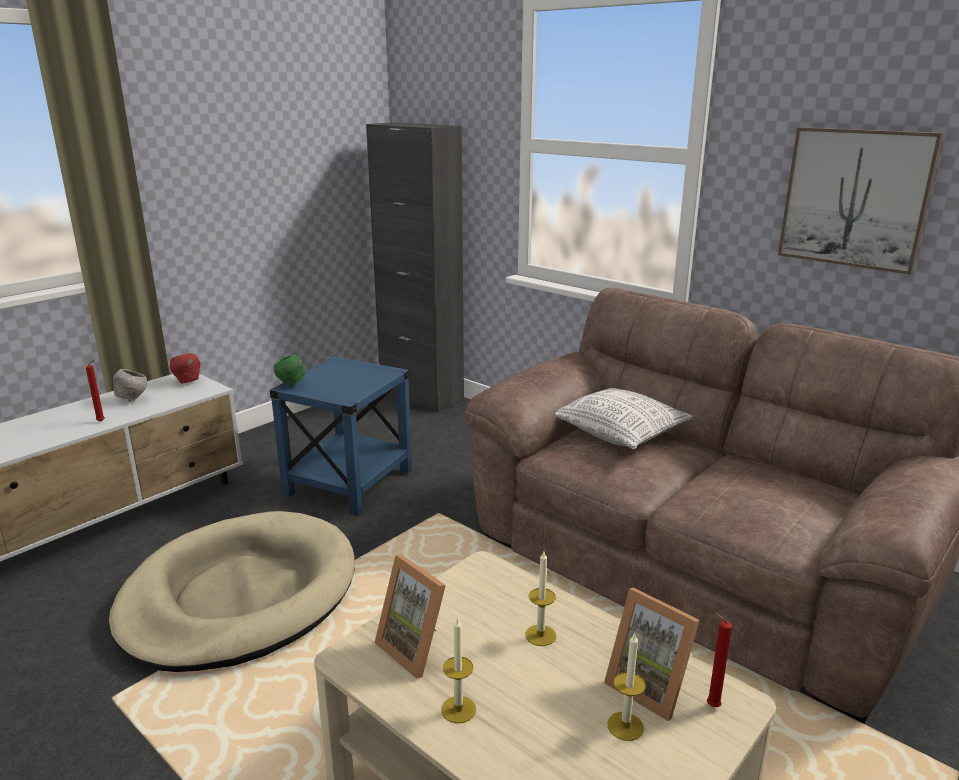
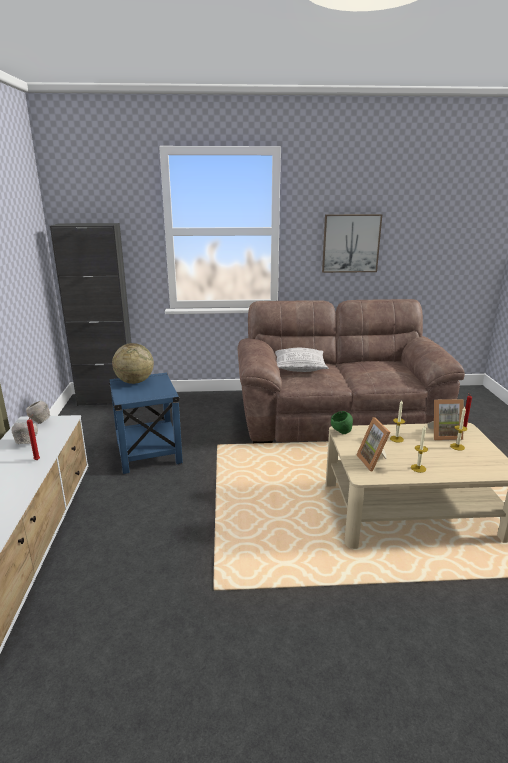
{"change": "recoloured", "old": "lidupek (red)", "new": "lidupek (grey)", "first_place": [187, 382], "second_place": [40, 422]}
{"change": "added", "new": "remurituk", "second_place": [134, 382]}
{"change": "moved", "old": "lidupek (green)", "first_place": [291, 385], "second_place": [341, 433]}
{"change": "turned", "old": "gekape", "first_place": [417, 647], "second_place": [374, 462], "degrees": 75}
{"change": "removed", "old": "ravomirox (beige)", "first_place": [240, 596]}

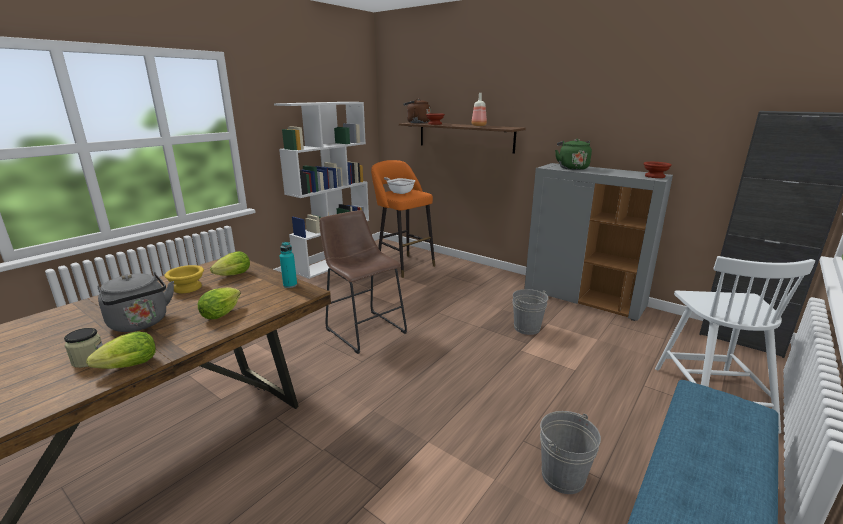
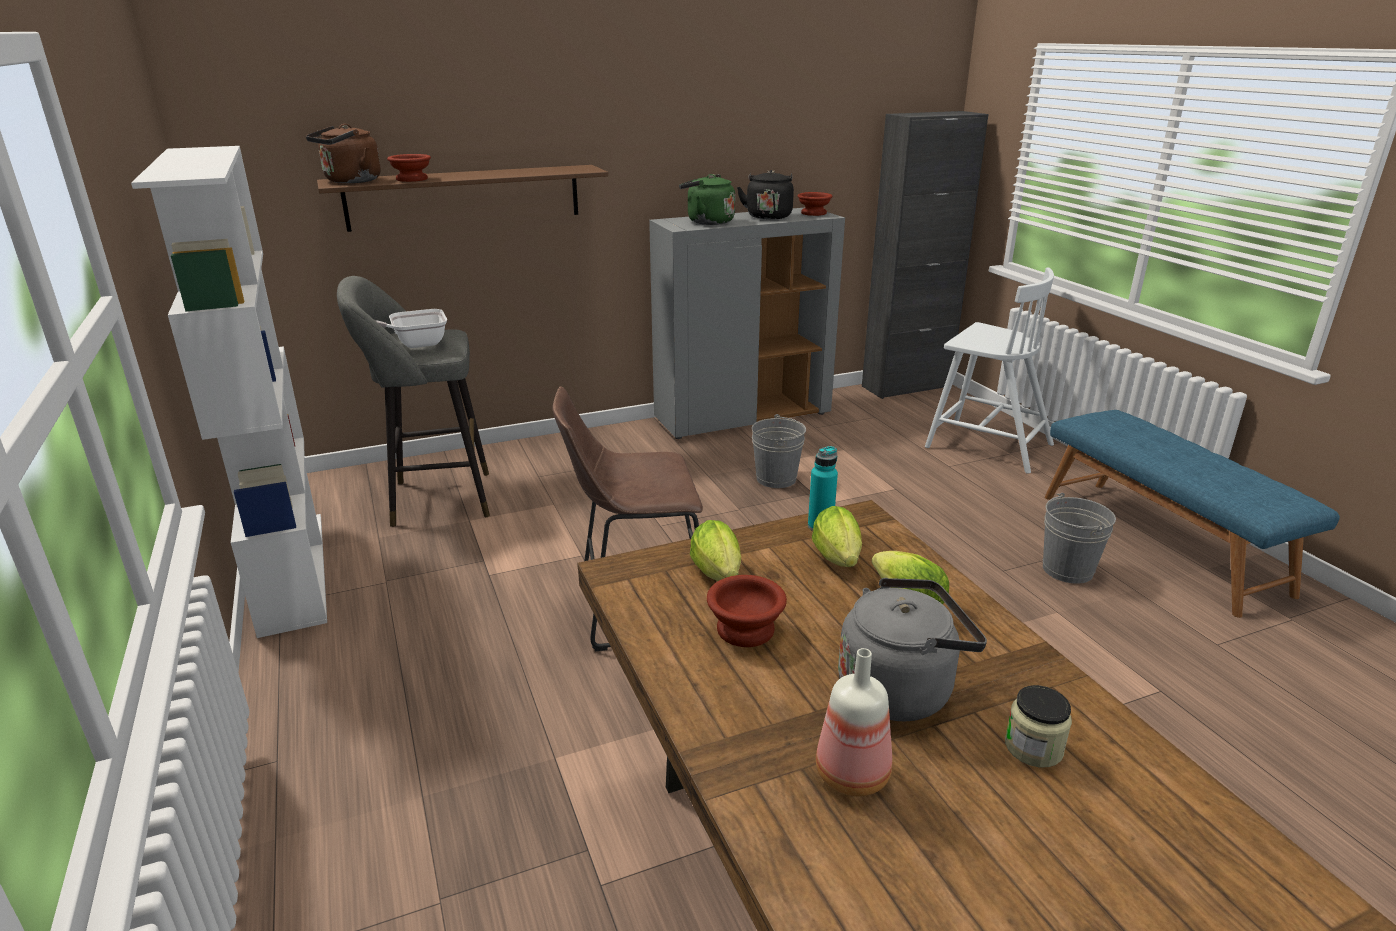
{"change": "recoloured", "old": "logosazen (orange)", "new": "logosazen (grey)", "first_place": [403, 265], "second_place": [434, 499]}
{"change": "recoloured", "old": "lidupek (yellow)", "new": "lidupek (brown)", "first_place": [188, 288], "second_place": [747, 629]}
{"change": "added", "new": "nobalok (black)", "second_place": [768, 216]}
{"change": "moved", "old": "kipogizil", "first_place": [126, 367], "second_place": [838, 561]}
{"change": "moved", "old": "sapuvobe", "first_place": [479, 126], "second_place": [853, 773]}

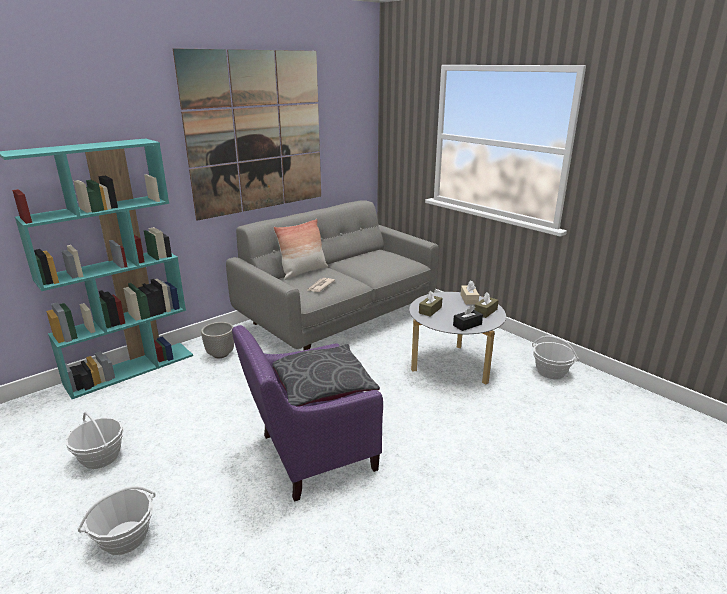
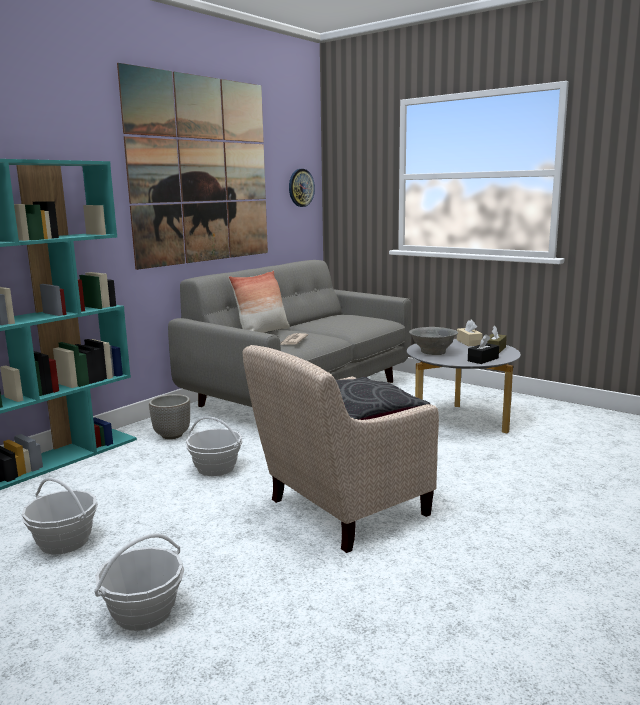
{"change": "moved", "old": "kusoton", "first_place": [551, 372], "second_place": [216, 468]}
{"change": "recoloured", "old": "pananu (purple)", "new": "pananu (beige)", "first_place": [309, 454], "second_place": [339, 510]}
{"change": "added", "new": "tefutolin", "second_place": [301, 187]}
{"change": "replaced", "old": "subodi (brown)", "new": "lidupek (grey)", "first_place": [430, 310], "second_place": [432, 352]}

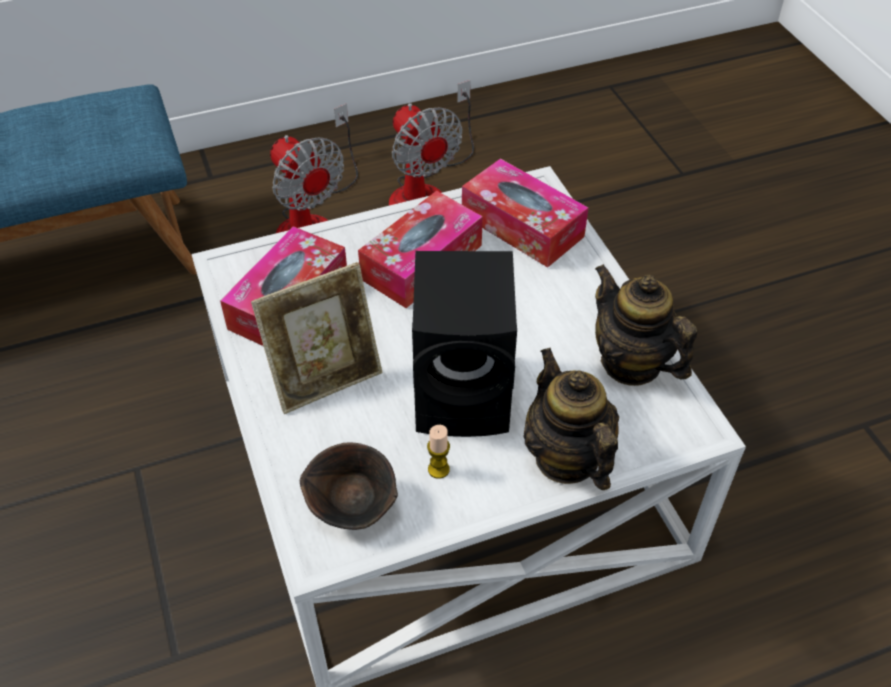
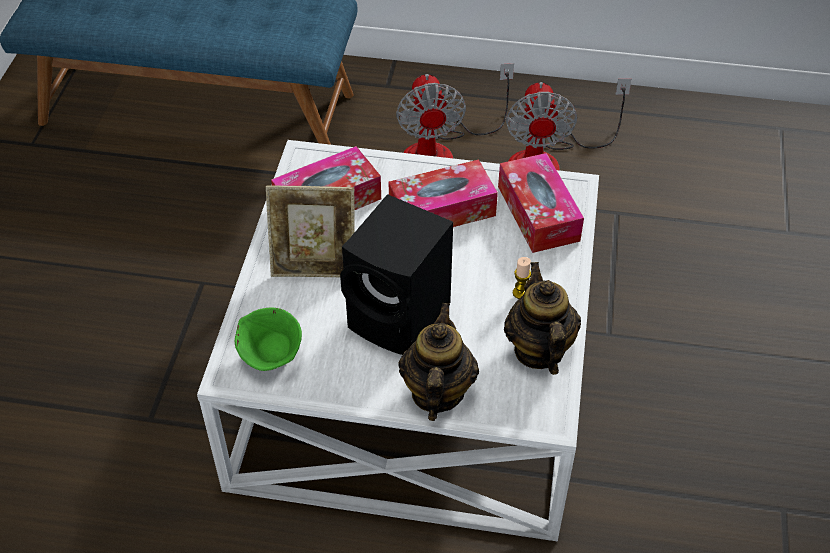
{"change": "recoloured", "old": "lidupek (brown)", "new": "lidupek (green)", "first_place": [353, 506], "second_place": [272, 357]}
{"change": "moved", "old": "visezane", "first_place": [438, 469], "second_place": [520, 293]}

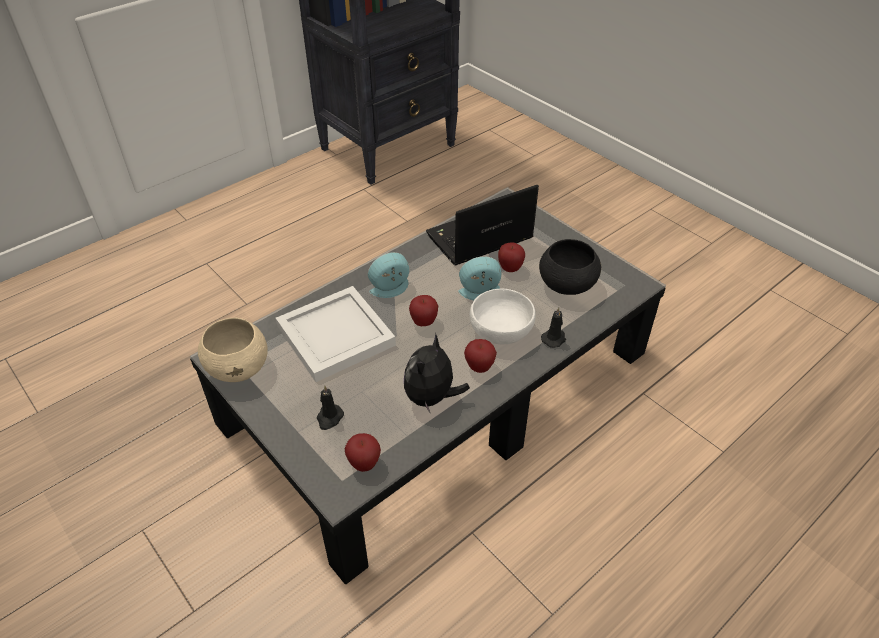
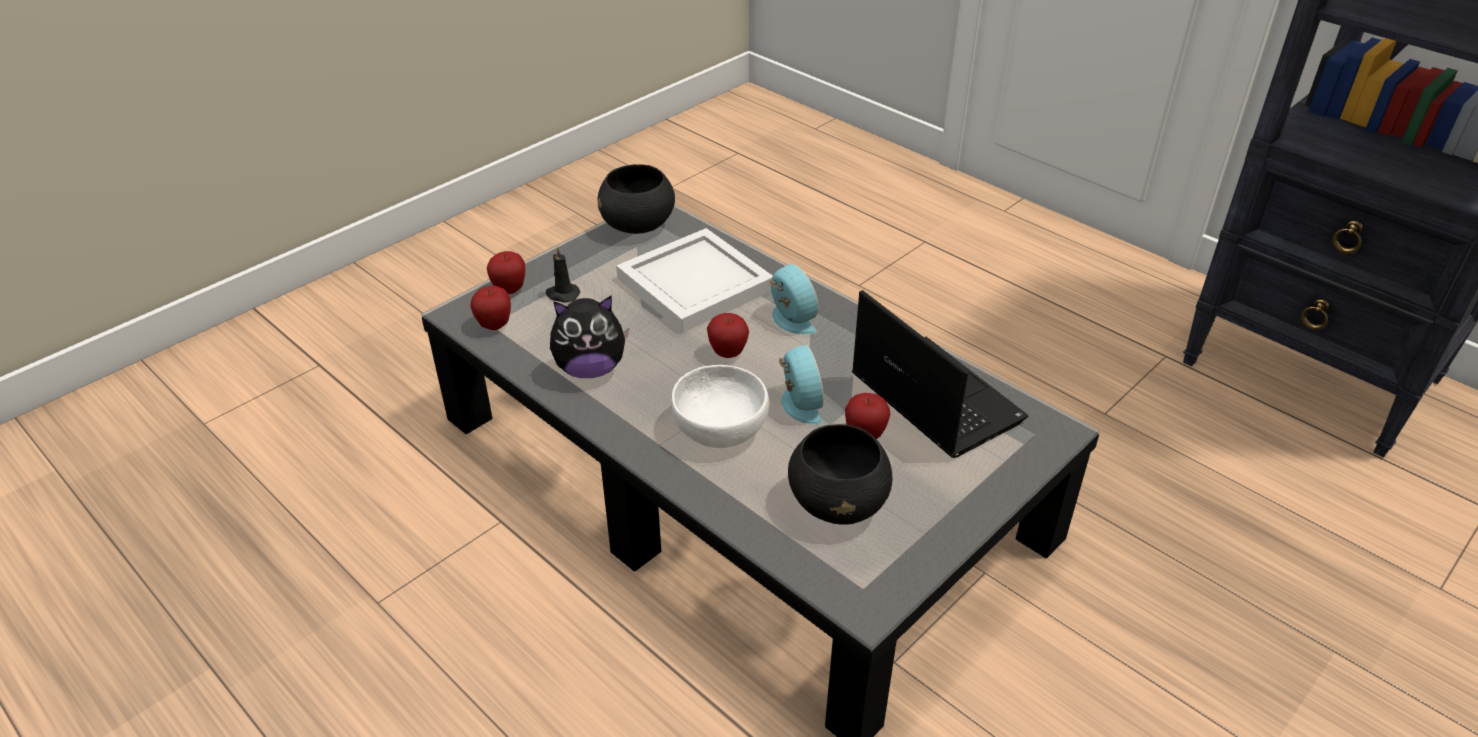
{"change": "moved", "old": "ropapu", "first_place": [479, 367], "second_place": [509, 289]}
{"change": "turned", "old": "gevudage", "first_place": [432, 398], "second_place": [590, 369], "degrees": 150}
{"change": "recoloured", "old": "lidupek (beige)", "new": "lidupek (black)", "first_place": [239, 367], "second_place": [638, 225]}
{"change": "removed", "old": "visezane (black)", "first_place": [554, 338]}

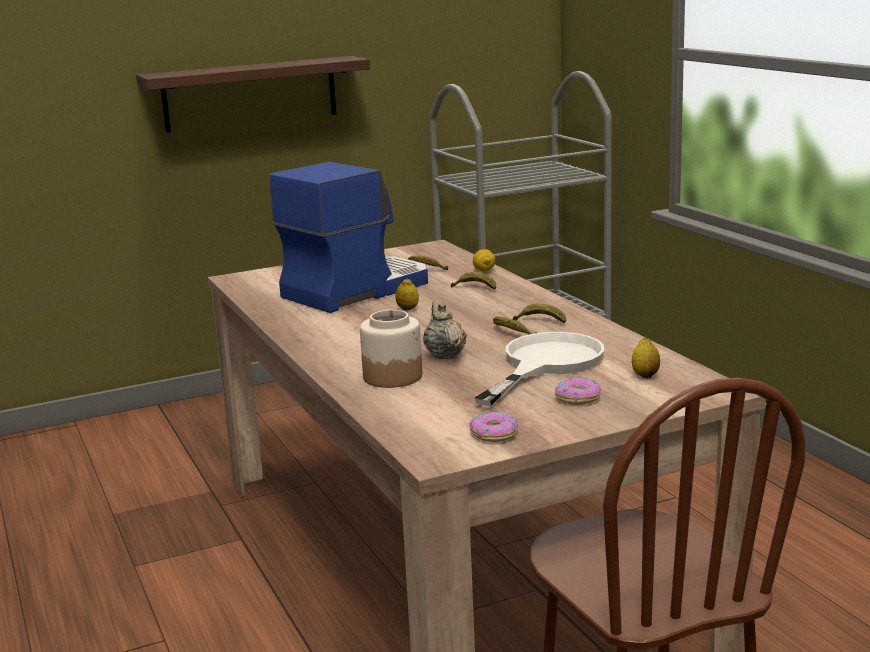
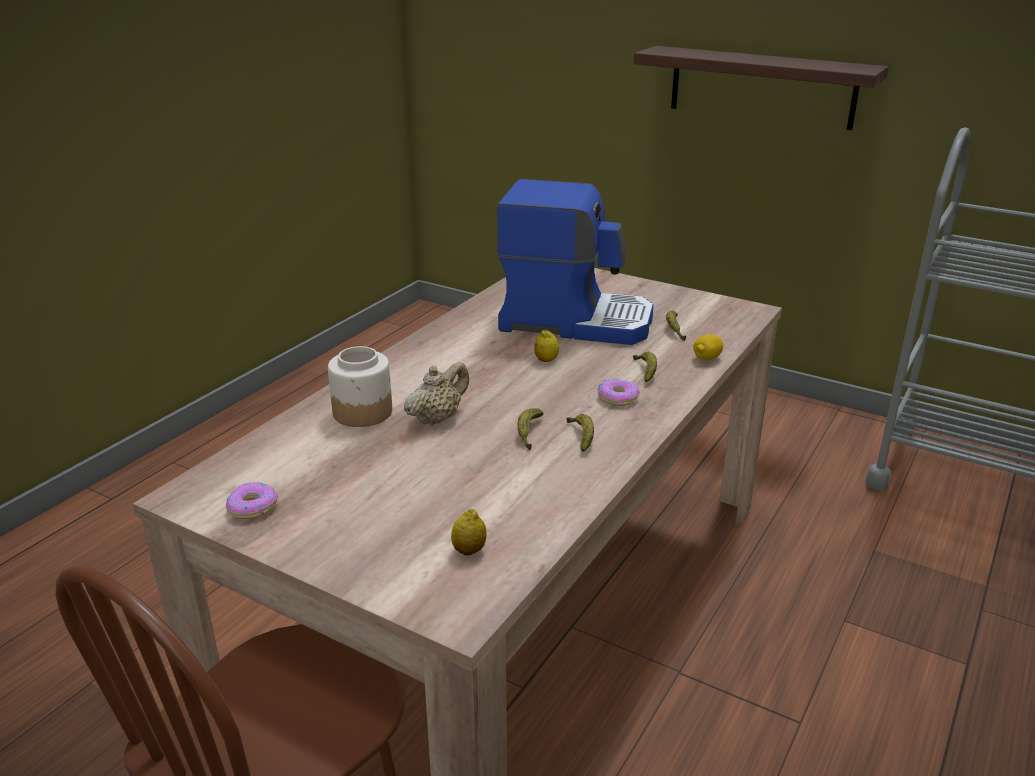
{"change": "moved", "old": "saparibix", "first_place": [578, 398], "second_place": [617, 398]}
{"change": "removed", "old": "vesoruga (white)", "first_place": [545, 364]}

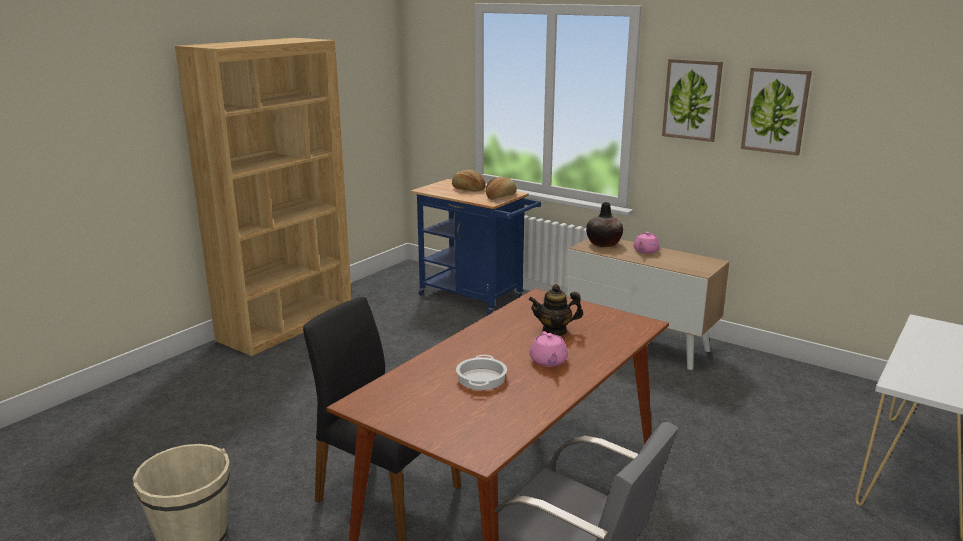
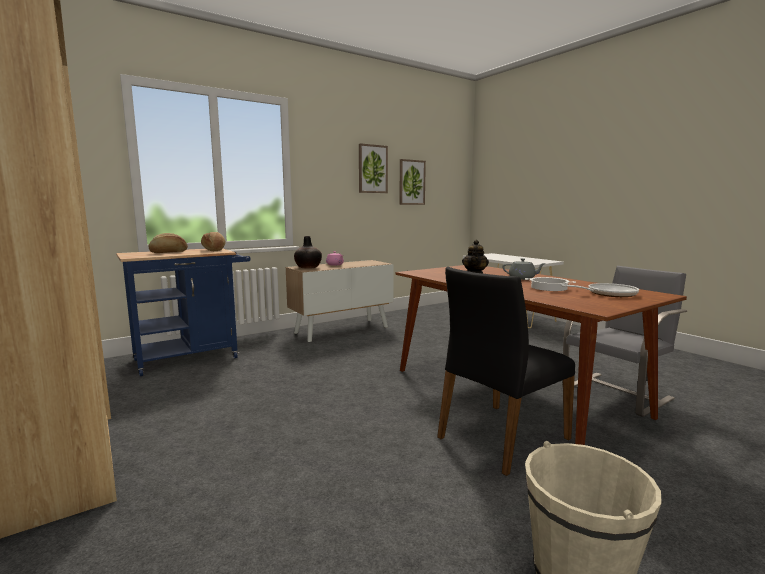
{"change": "moved", "old": "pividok", "first_place": [692, 99], "second_place": [411, 182]}
{"change": "recoloured", "old": "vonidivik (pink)", "new": "vonidivik (grey)", "first_place": [548, 361], "second_place": [522, 278]}
{"change": "added", "new": "vesoruga", "second_place": [607, 294]}

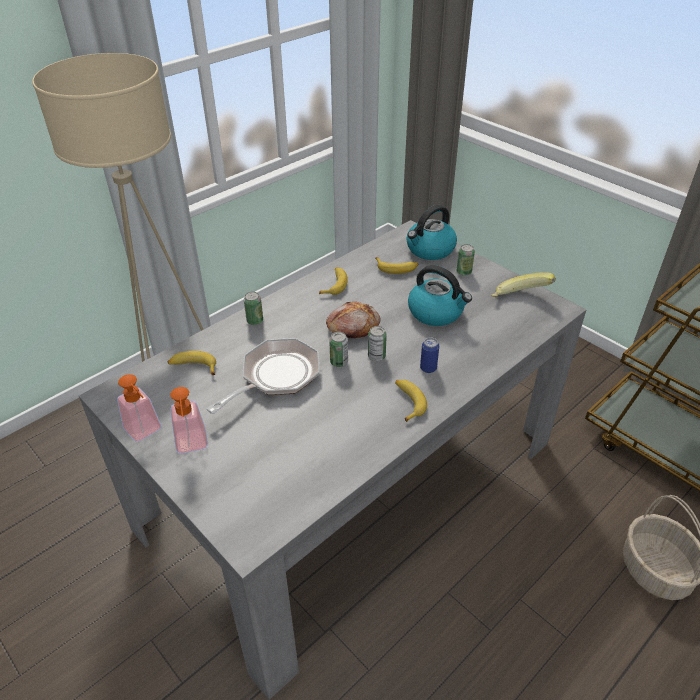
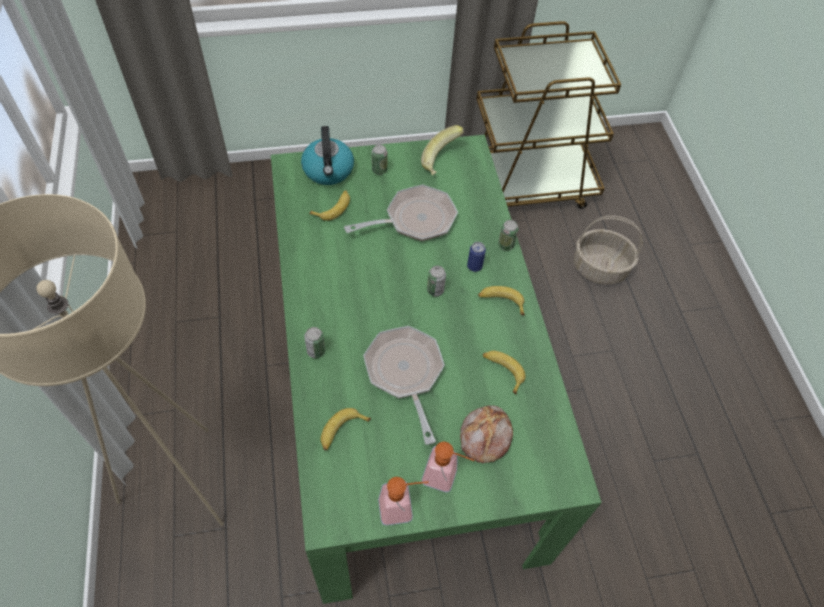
{"change": "recoloured", "old": "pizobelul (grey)", "new": "pizobelul (green)", "first_place": [351, 483], "second_place": [405, 397]}
{"change": "replaced", "old": "nobalok", "new": "vesoruga", "first_place": [436, 312], "second_place": [414, 220]}
{"change": "moved", "old": "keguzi", "first_place": [352, 326], "second_place": [484, 437]}
{"change": "moved", "old": "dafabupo", "first_place": [334, 284], "second_place": [502, 371]}
{"change": "moved", "old": "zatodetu", "first_place": [339, 362], "second_place": [506, 245]}

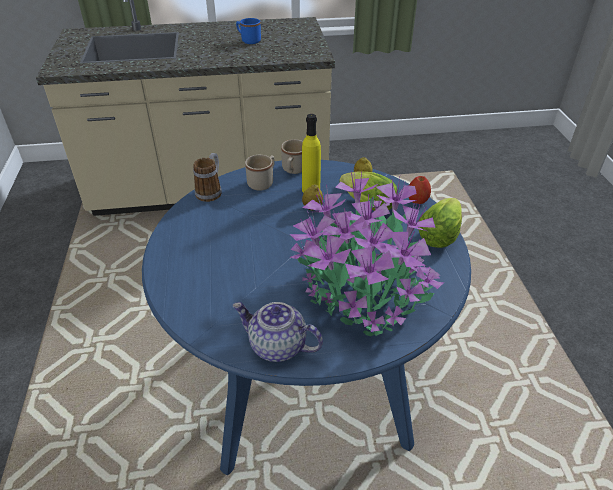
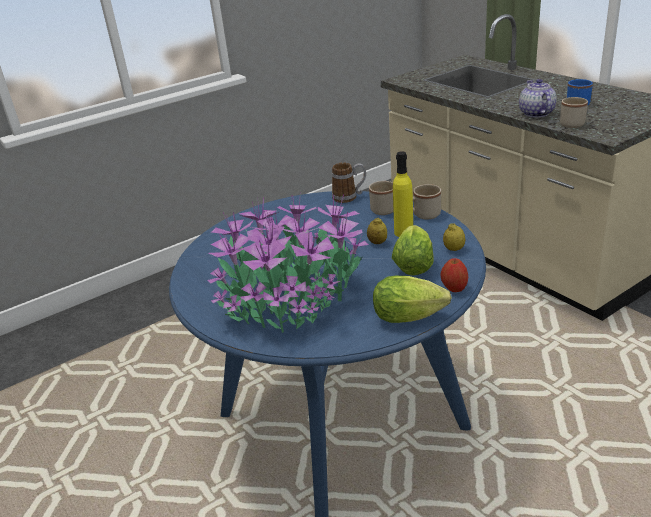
{"change": "moved", "old": "vonidivik", "first_place": [277, 346], "second_place": [535, 113]}
{"change": "added", "new": "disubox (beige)", "second_place": [572, 123]}

